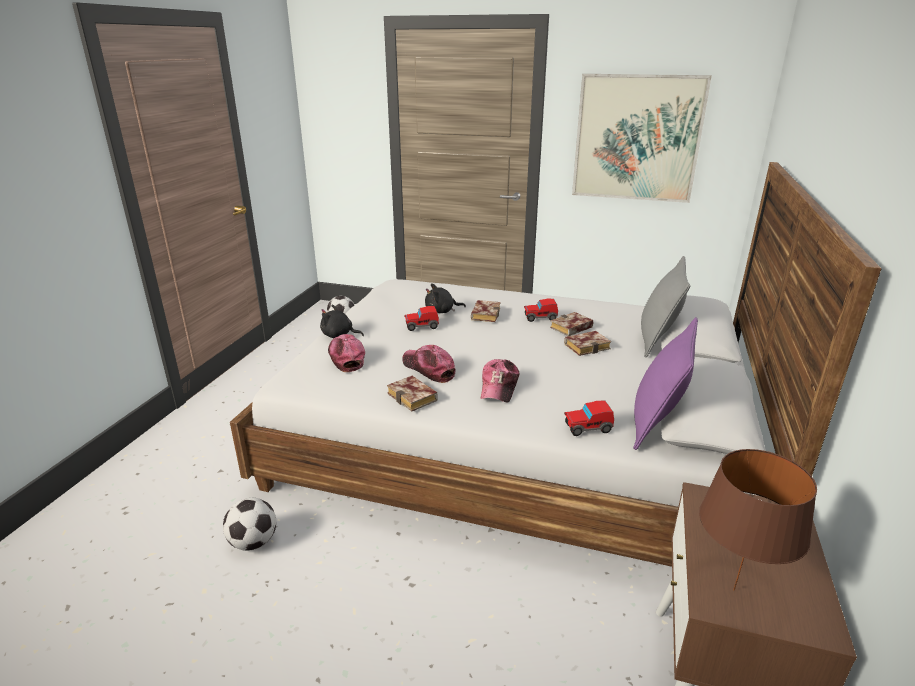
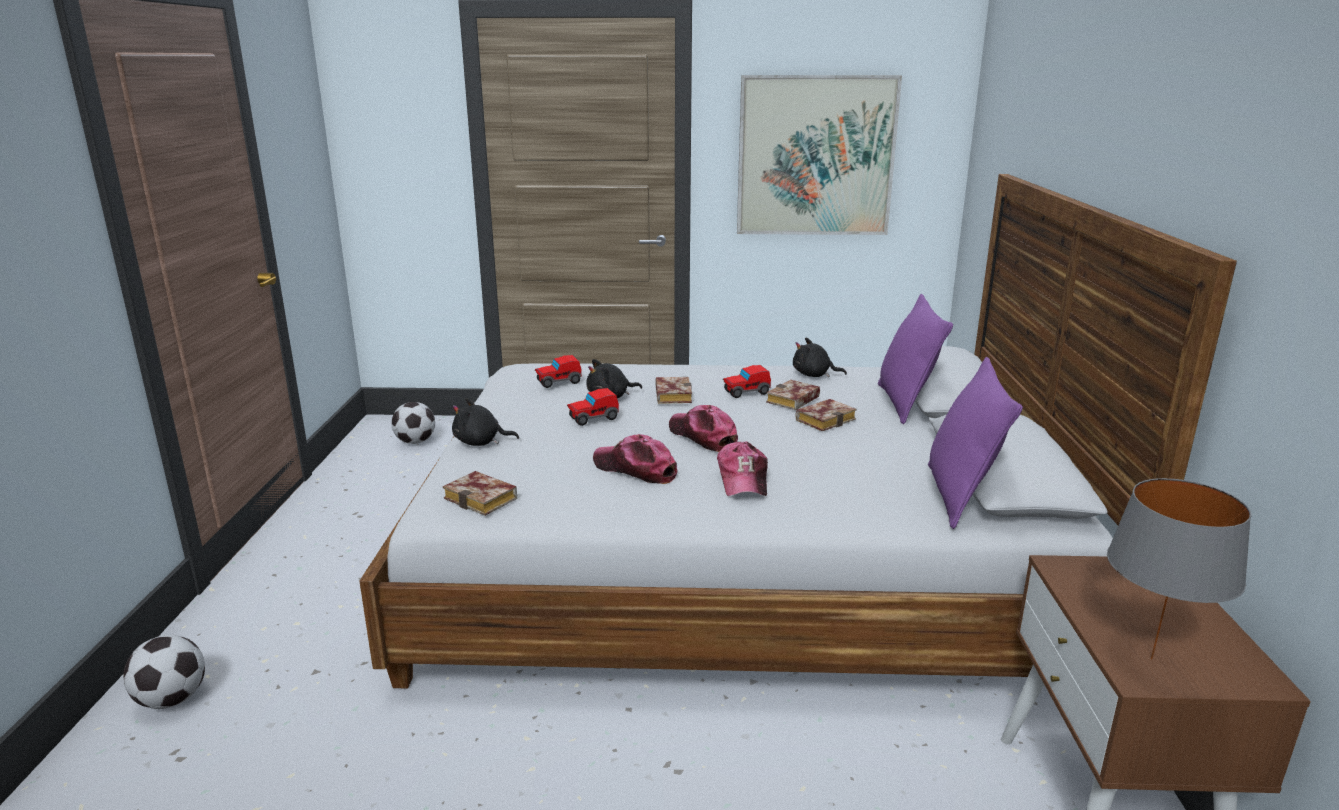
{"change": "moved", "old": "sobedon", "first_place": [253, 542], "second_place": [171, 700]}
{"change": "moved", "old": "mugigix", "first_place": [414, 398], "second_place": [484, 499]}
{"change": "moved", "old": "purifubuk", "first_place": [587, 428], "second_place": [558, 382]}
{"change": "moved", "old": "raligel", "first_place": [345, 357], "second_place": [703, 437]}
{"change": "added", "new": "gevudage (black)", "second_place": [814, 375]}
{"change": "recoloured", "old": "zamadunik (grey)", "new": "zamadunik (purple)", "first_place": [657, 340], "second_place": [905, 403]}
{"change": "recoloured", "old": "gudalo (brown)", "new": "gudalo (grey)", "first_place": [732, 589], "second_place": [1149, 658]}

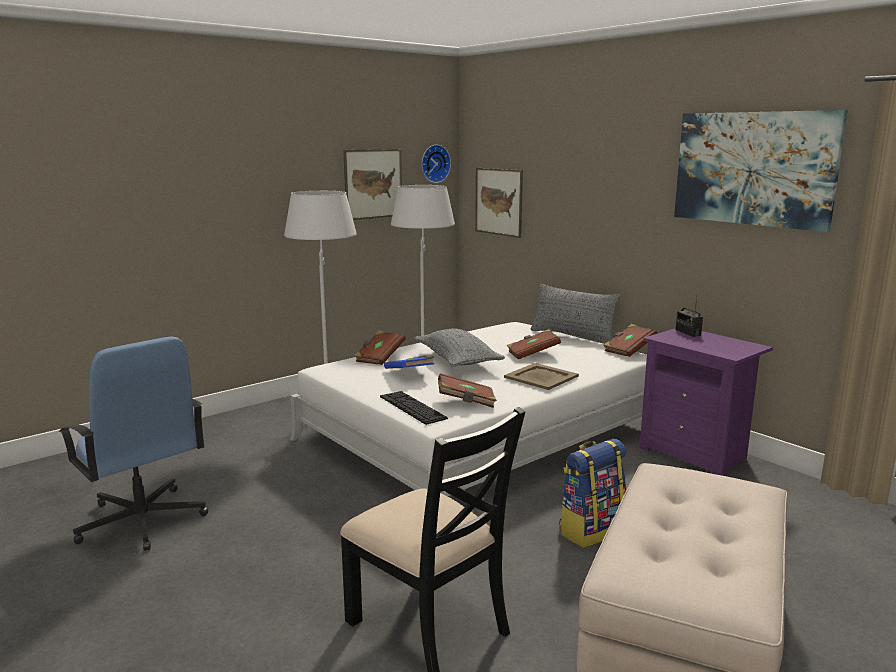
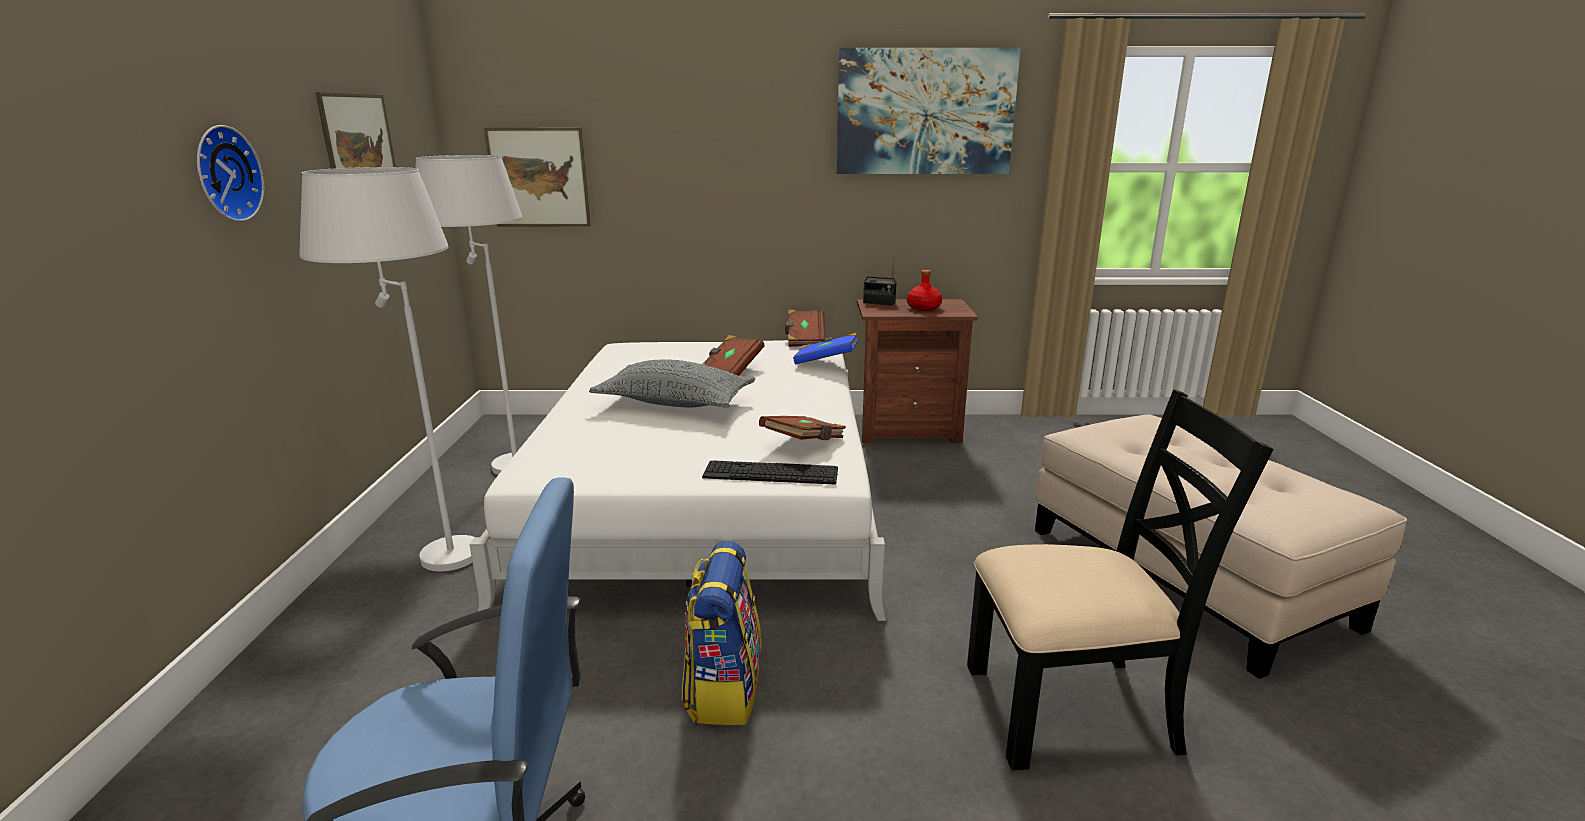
{"change": "moved", "old": "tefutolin", "first_place": [434, 163], "second_place": [224, 174]}
{"change": "moved", "old": "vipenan", "first_place": [591, 530], "second_place": [723, 689]}
{"change": "moved", "old": "mugigix (blue)", "first_place": [410, 373], "second_place": [826, 361]}
{"change": "recoloured", "old": "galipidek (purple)", "new": "galipidek (brown)", "first_place": [696, 454], "second_place": [908, 430]}
{"change": "added", "new": "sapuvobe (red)", "second_place": [923, 308]}
{"change": "removed", "old": "mugigix (brown)", "first_place": [379, 357]}
{"change": "removed", "old": "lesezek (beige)", "first_place": [541, 377]}
{"change": "removed", "old": "zamadunik (grey)", "first_place": [572, 336]}

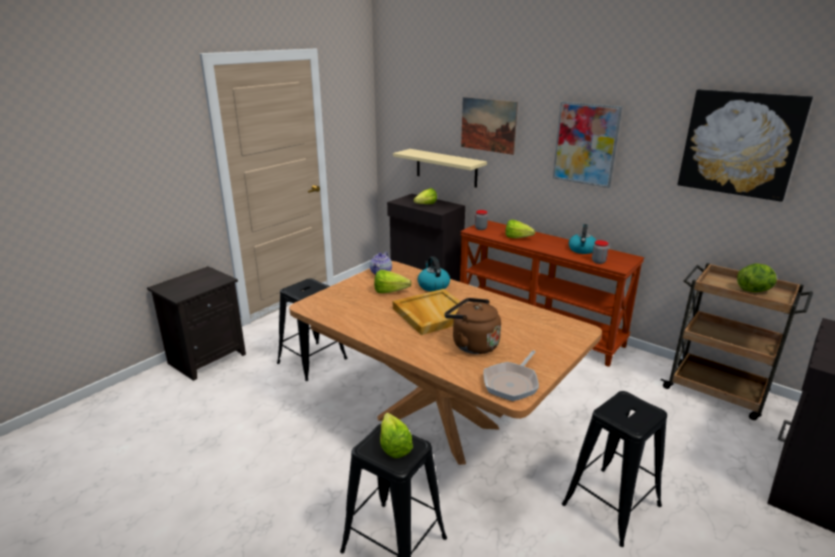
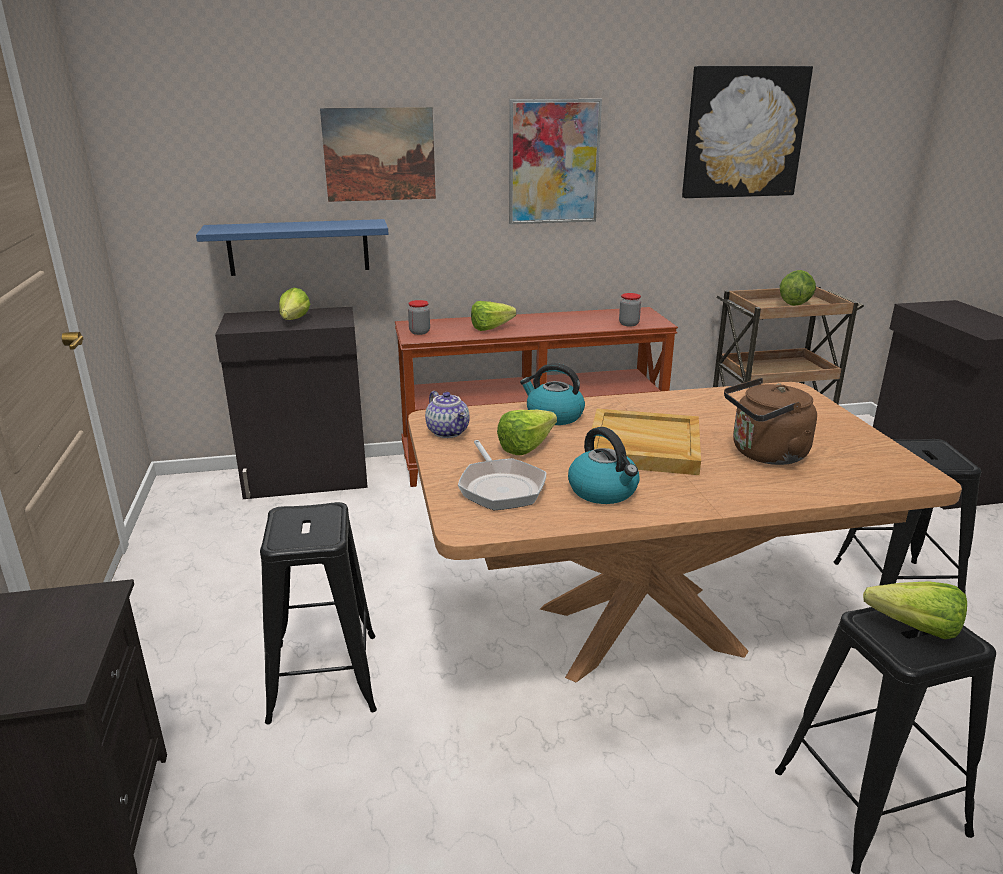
{"change": "recoloured", "old": "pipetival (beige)", "new": "pipetival (blue)", "first_place": [446, 168], "second_place": [298, 247]}
{"change": "moved", "old": "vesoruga", "first_place": [512, 383], "second_place": [500, 487]}
{"change": "moved", "old": "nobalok", "first_place": [582, 250], "second_place": [604, 491]}

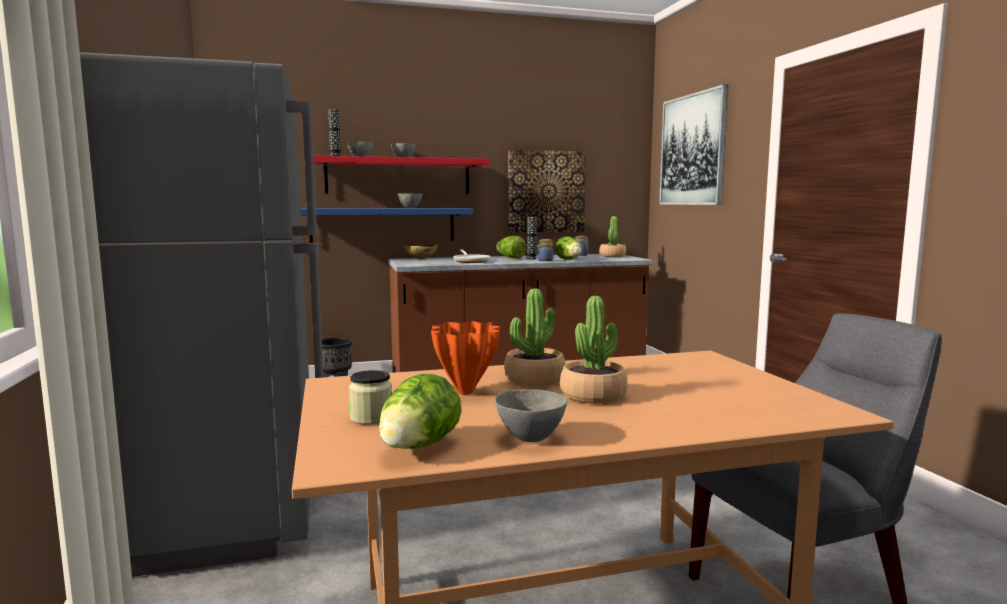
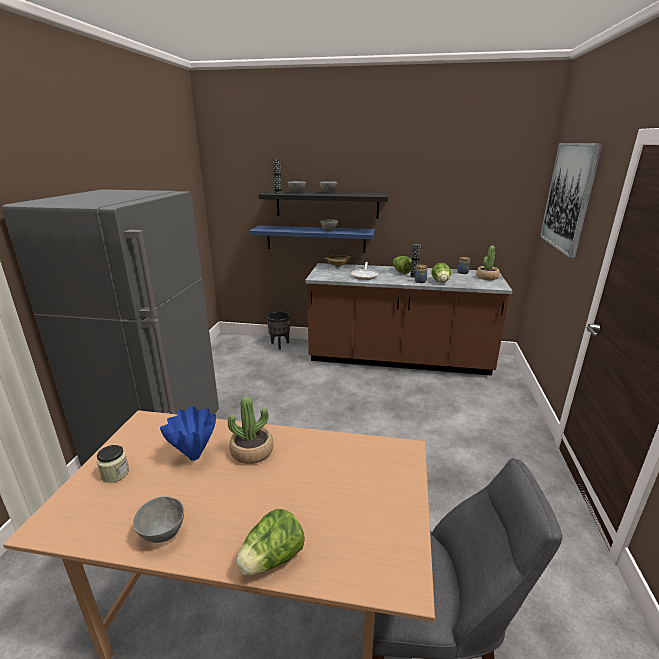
{"change": "recoloured", "old": "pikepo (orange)", "new": "pikepo (blue)", "first_place": [466, 392], "second_place": [195, 456]}
{"change": "moved", "old": "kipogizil", "first_place": [418, 447], "second_place": [272, 559]}
{"change": "recoloured", "old": "pipetival (red)", "new": "pipetival (black)", "first_place": [398, 176], "second_place": [327, 204]}
{"change": "removed", "old": "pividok", "first_place": [546, 191]}
{"change": "removed", "old": "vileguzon", "first_place": [593, 395]}

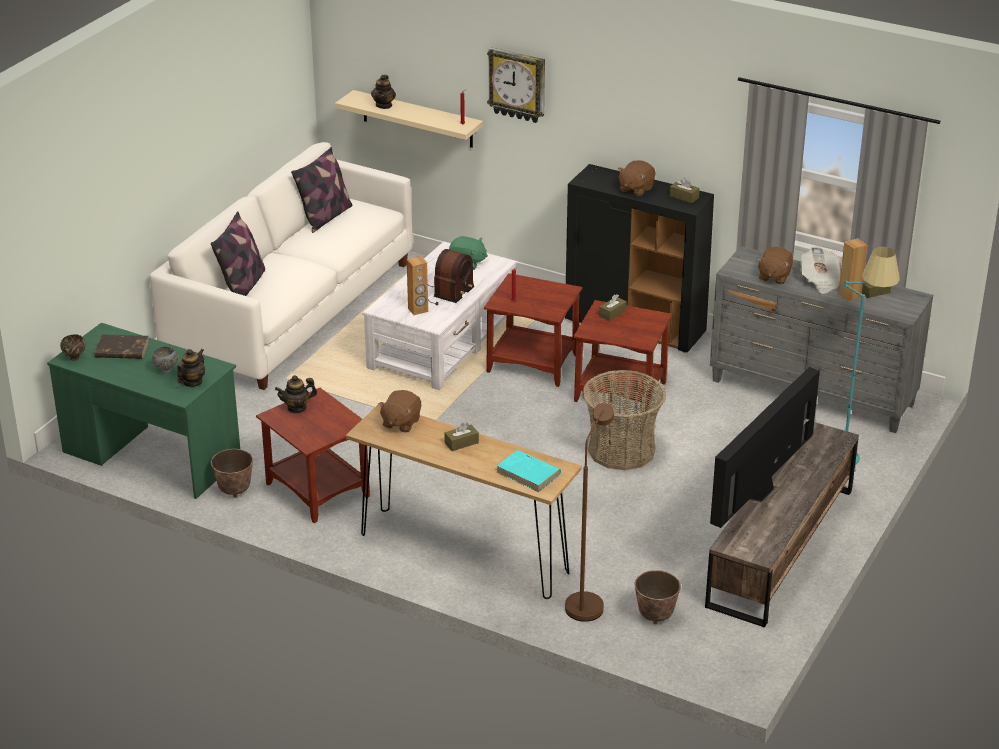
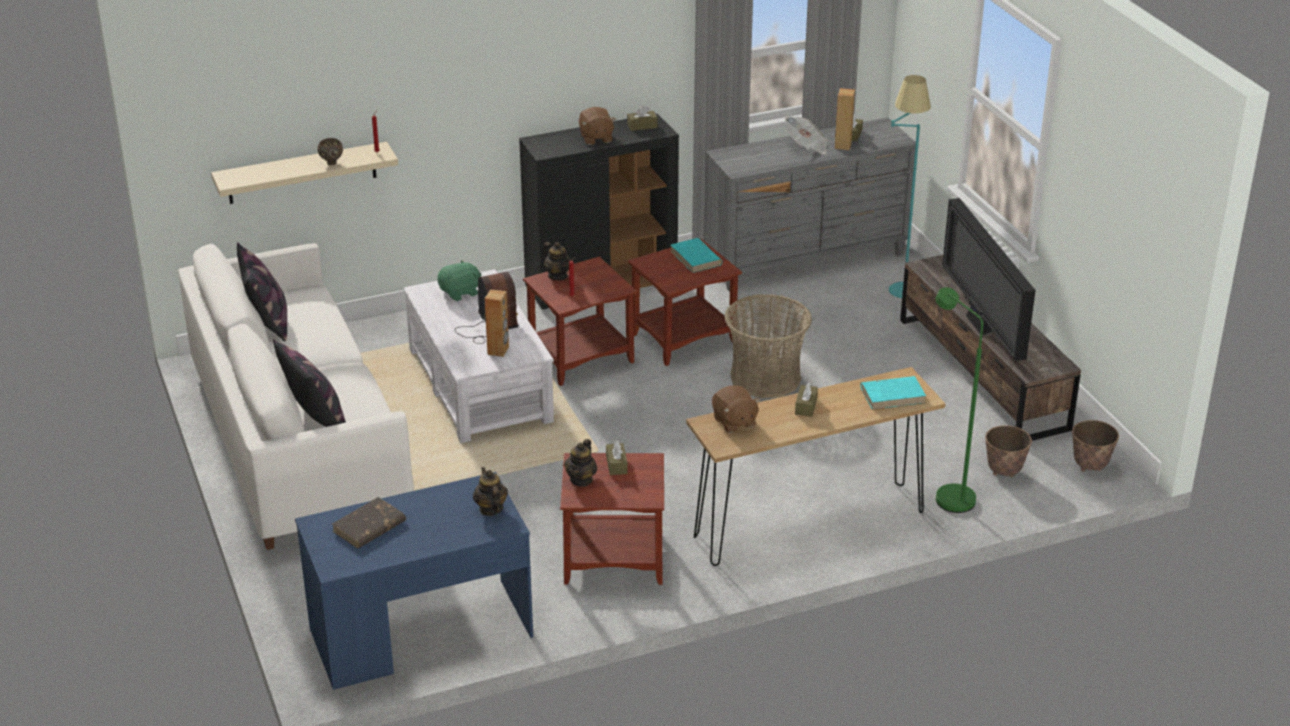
{"change": "recoloured", "old": "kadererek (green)", "new": "kadererek (blue)", "first_place": [151, 455], "second_place": [420, 633]}
{"change": "moved", "old": "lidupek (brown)", "first_place": [74, 357], "second_place": [331, 162]}
{"change": "moved", "old": "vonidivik", "first_place": [384, 105], "second_place": [558, 276]}
{"change": "moved", "old": "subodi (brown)", "first_place": [612, 313], "second_place": [616, 465]}
{"change": "added", "new": "mugigix (turquoise)", "second_place": [696, 258]}
{"change": "recoloured", "old": "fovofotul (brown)", "new": "fovofotul (green)", "first_place": [587, 602], "second_place": [948, 494]}
{"change": "moved", "old": "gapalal", "first_place": [235, 491], "second_place": [1090, 467]}
{"change": "removed", "old": "lidupek (grey)", "first_place": [166, 370]}
{"change": "removed", "old": "tefutolin", "first_place": [517, 85]}
{"change": "removed", "old": "gevudage (brown)", "first_place": [774, 276]}

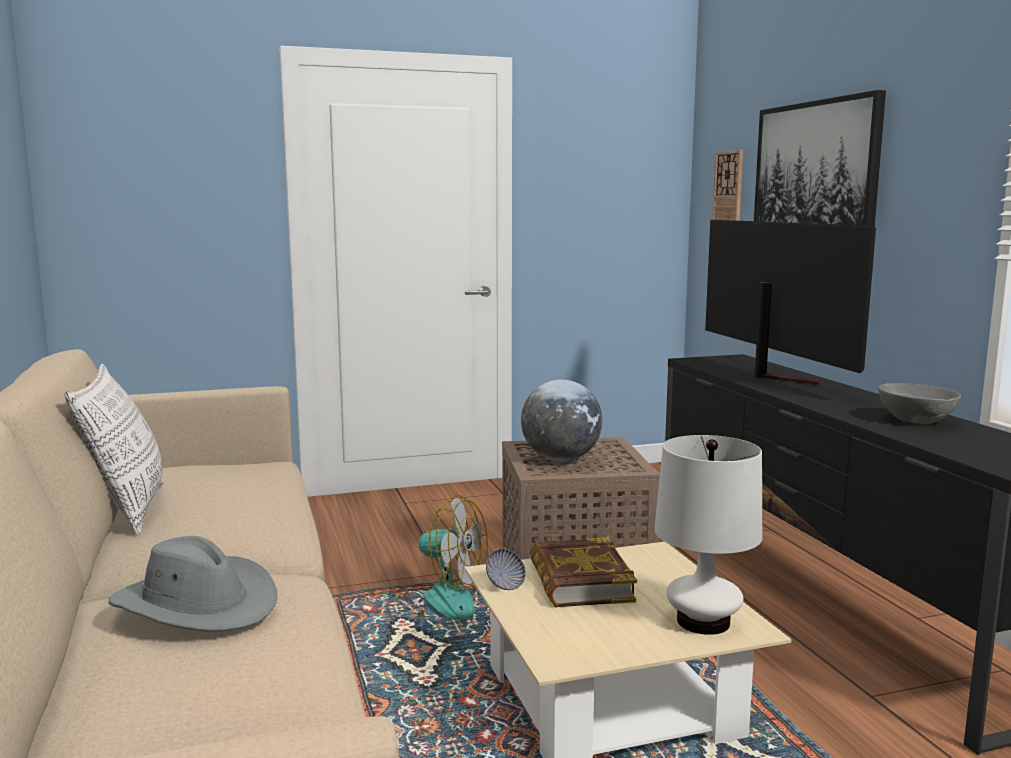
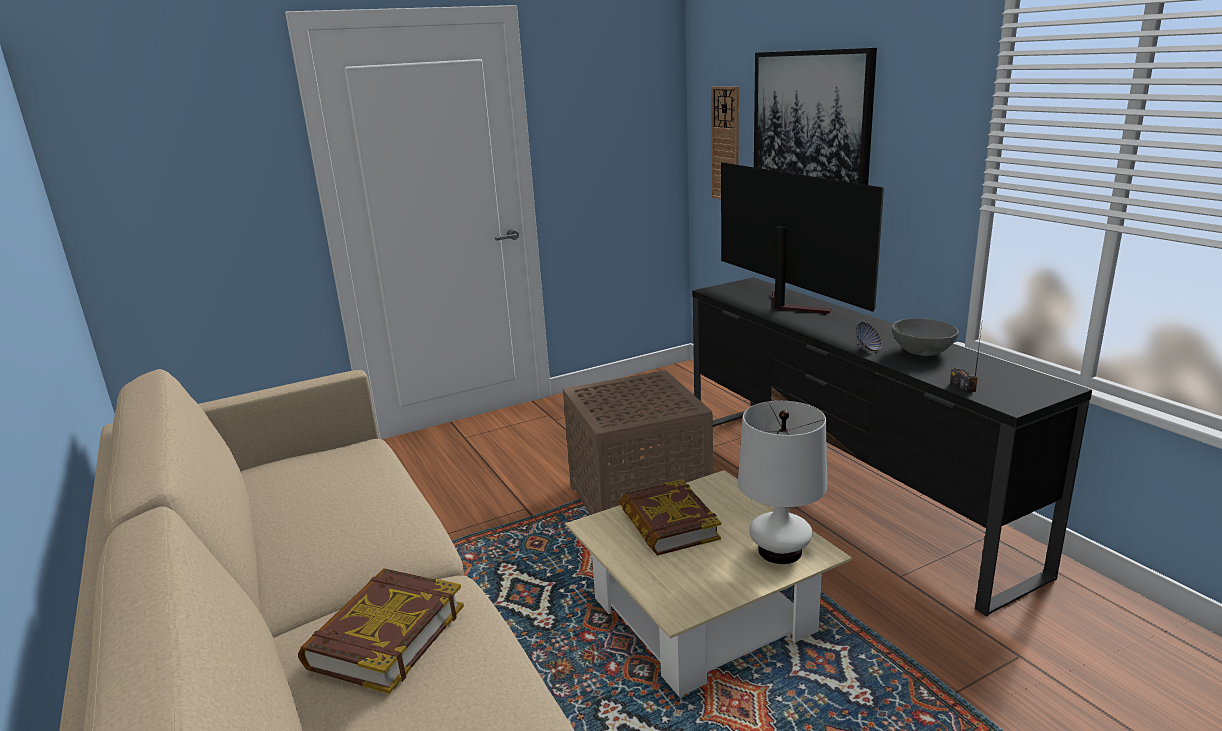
{"change": "replaced", "old": "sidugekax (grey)", "new": "mugigix", "first_place": [198, 604], "second_place": [385, 636]}
{"change": "moved", "old": "lidupek", "first_place": [505, 585], "second_place": [867, 348]}
{"change": "added", "new": "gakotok", "second_place": [963, 387]}
{"change": "removed", "old": "zamadunik", "first_place": [127, 510]}
{"change": "removed", "old": "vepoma", "first_place": [435, 602]}
{"change": "removed", "old": "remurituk", "first_place": [561, 459]}

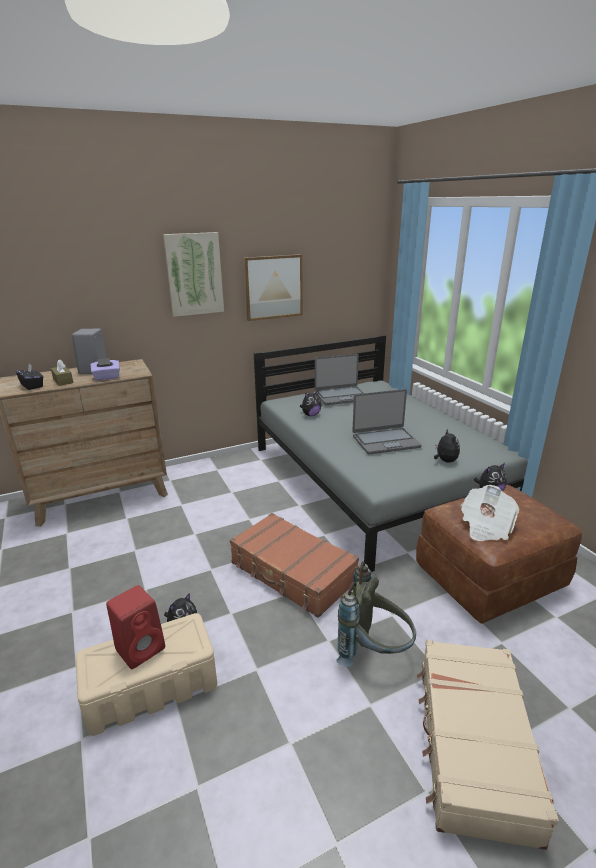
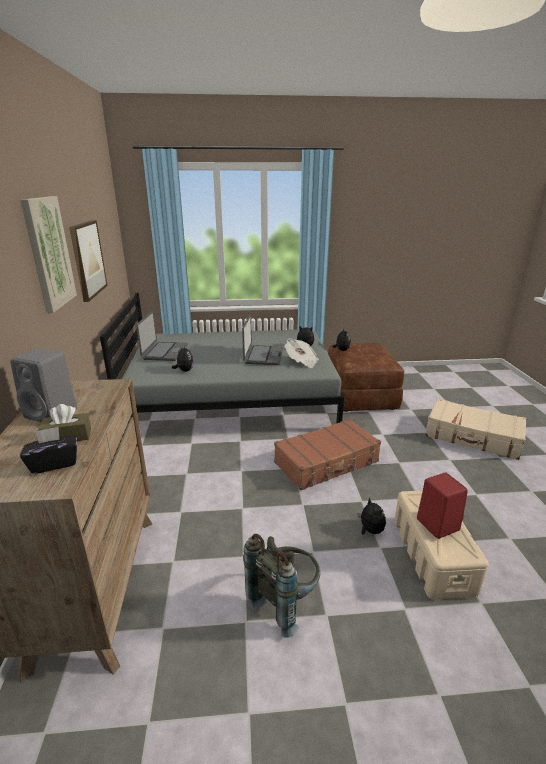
{"change": "moved", "old": "vipenan (grey)", "first_place": [374, 652], "second_place": [285, 601]}
{"change": "moved", "old": "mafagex", "first_place": [485, 526], "second_place": [301, 361]}
{"change": "removed", "old": "subodi (purple)", "first_place": [107, 378]}

